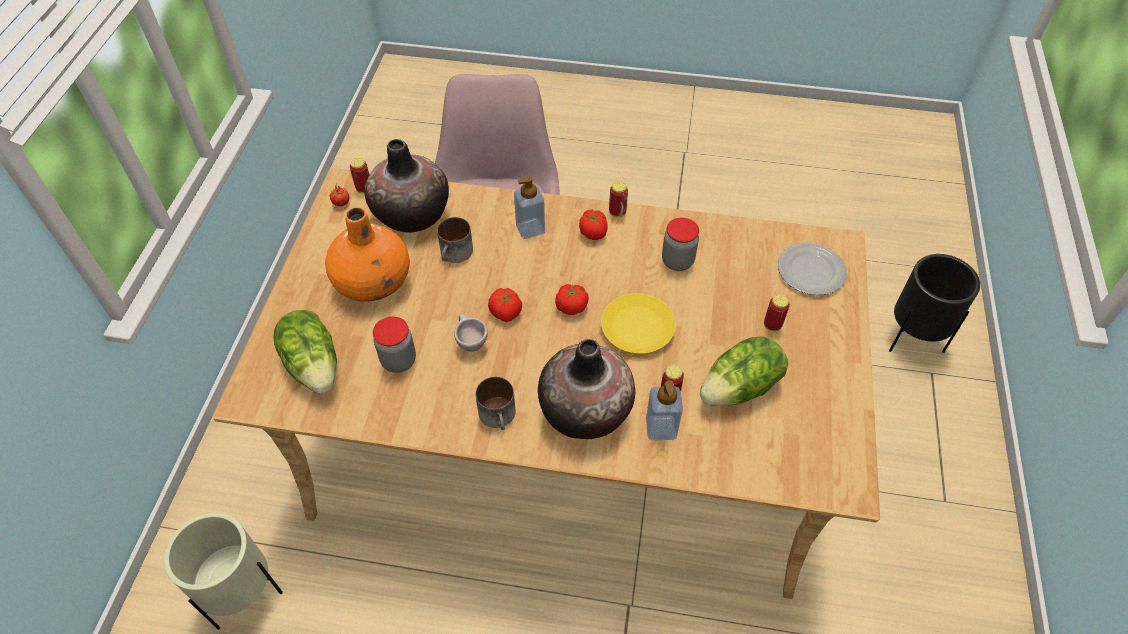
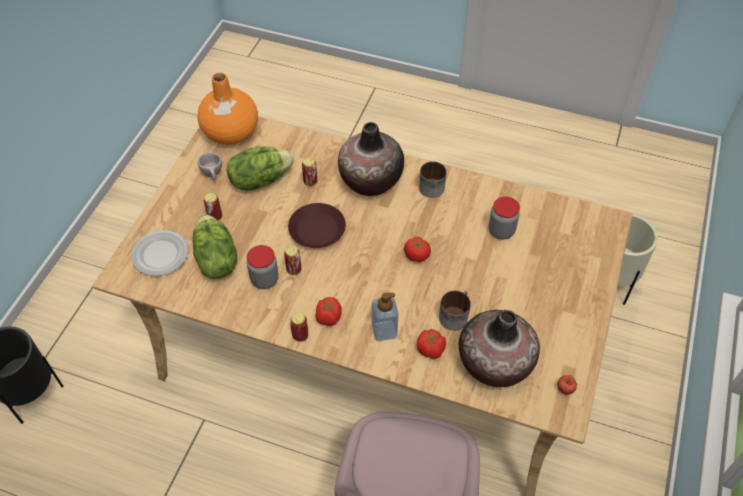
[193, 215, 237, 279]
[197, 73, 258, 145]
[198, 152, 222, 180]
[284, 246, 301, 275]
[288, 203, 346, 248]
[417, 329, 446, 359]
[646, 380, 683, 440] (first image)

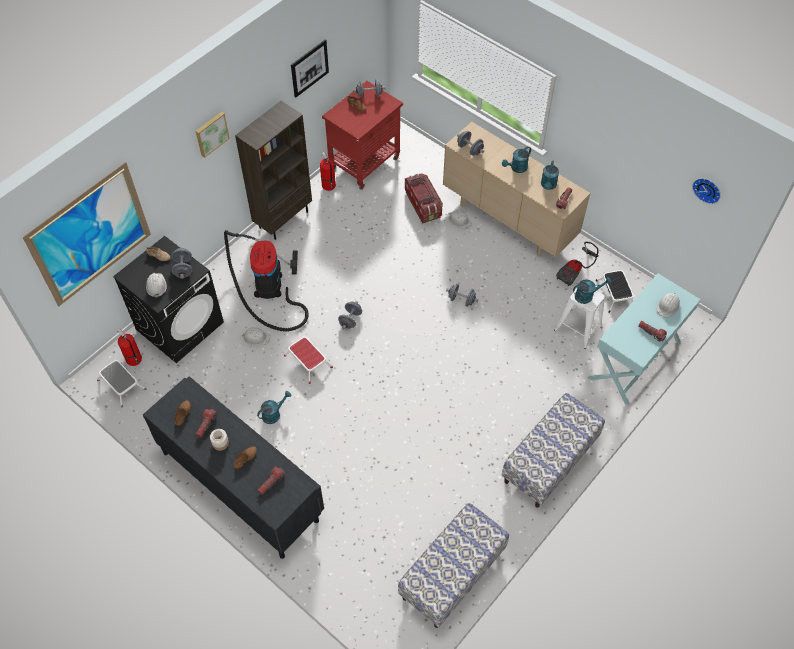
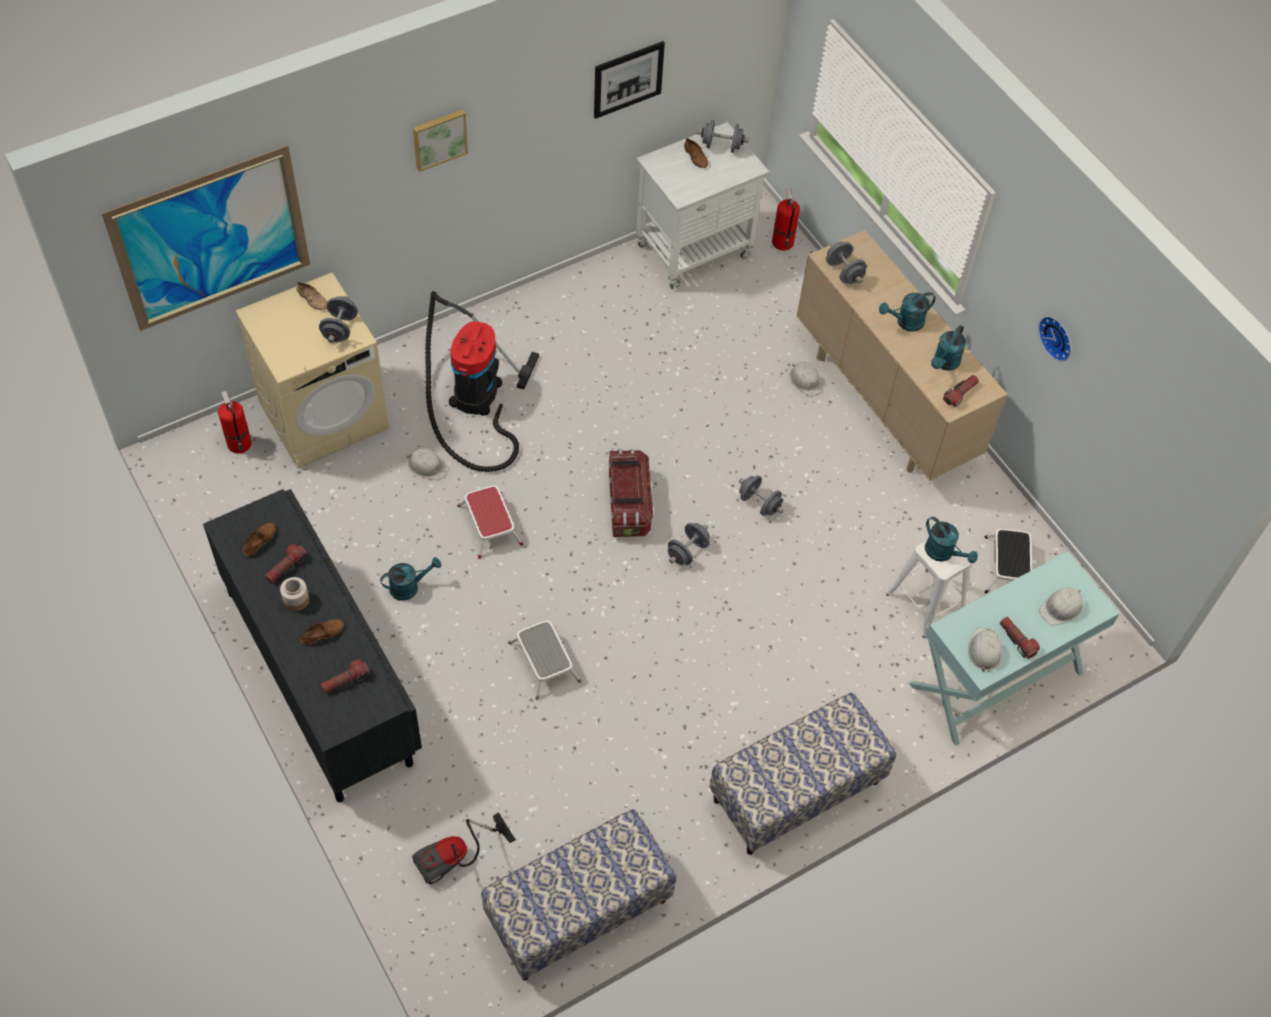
[236, 273, 389, 468]
[412, 812, 516, 885]
[508, 620, 582, 700]
[608, 449, 653, 537]
[636, 122, 769, 290]
[668, 523, 710, 565]
[772, 188, 800, 251]
[925, 517, 978, 563]
[968, 628, 1002, 672]
[1038, 316, 1071, 362]
[235, 101, 312, 240] (first image)

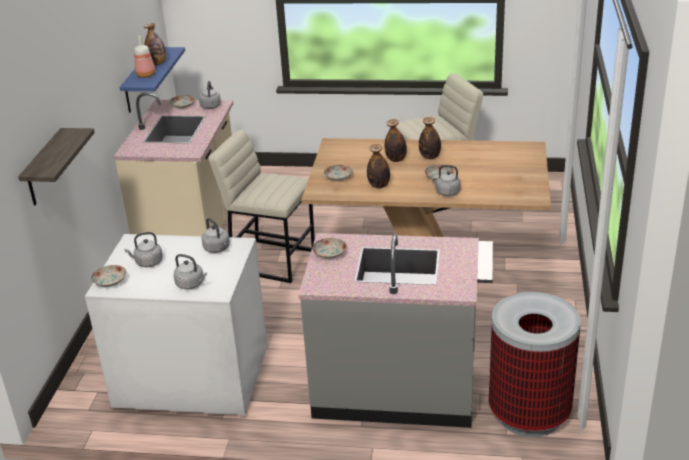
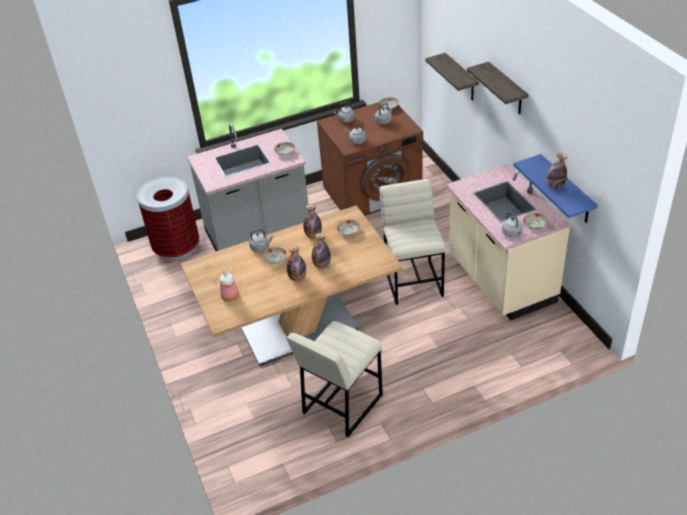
[220, 268, 239, 301]
[317, 102, 423, 216]
[379, 179, 446, 305]
[467, 62, 528, 114]

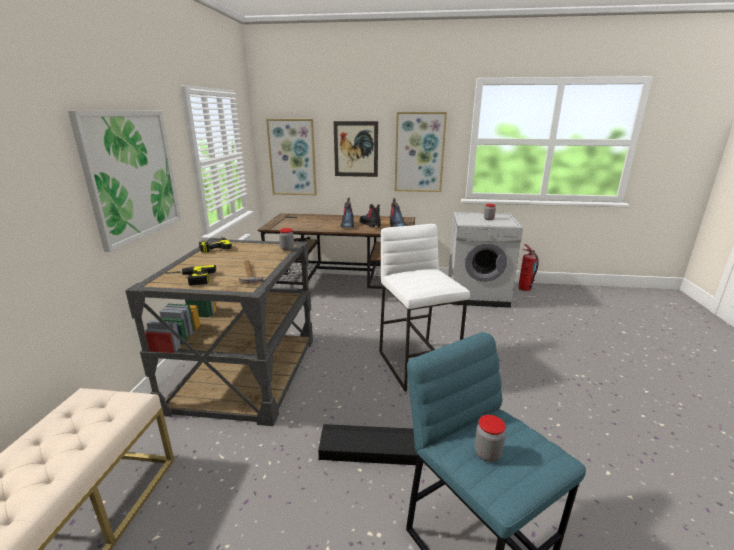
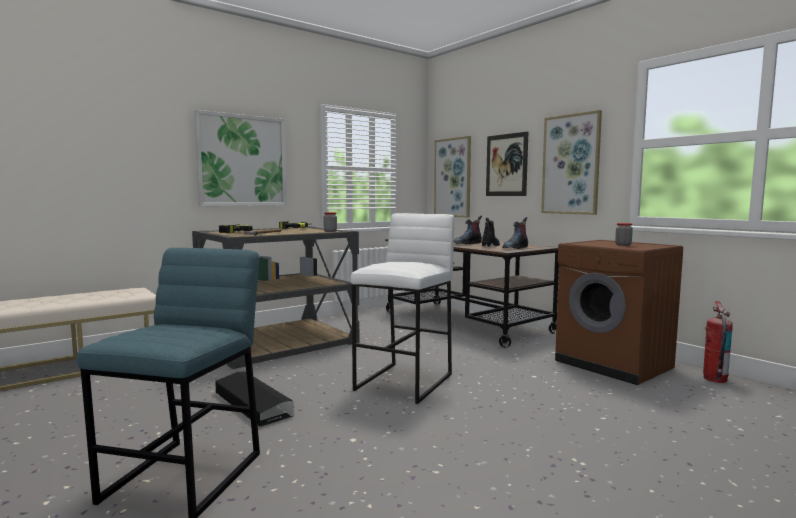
[555, 240, 683, 385]
[474, 415, 506, 462] (first image)

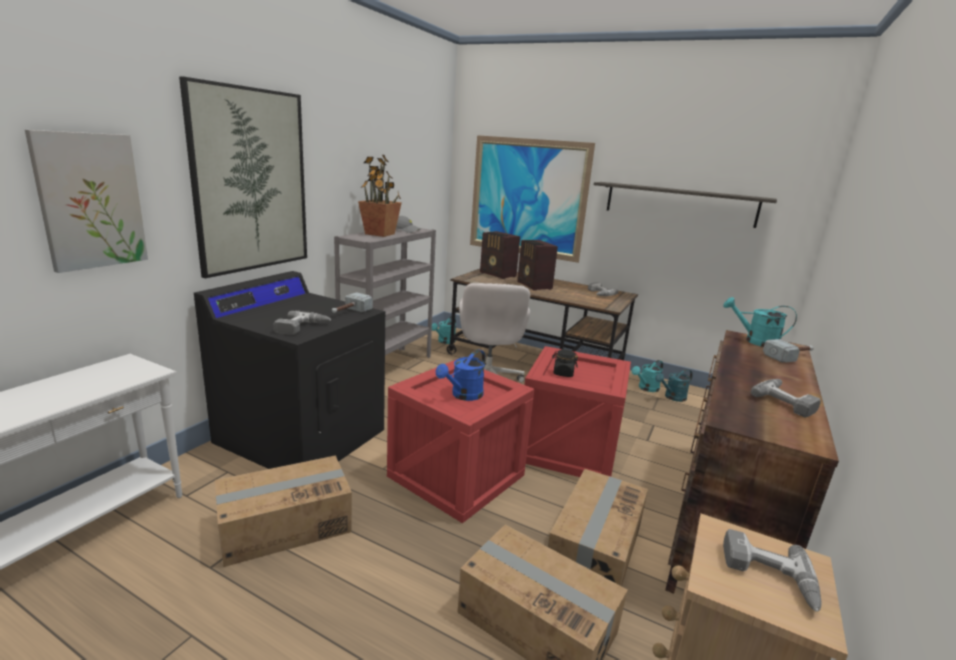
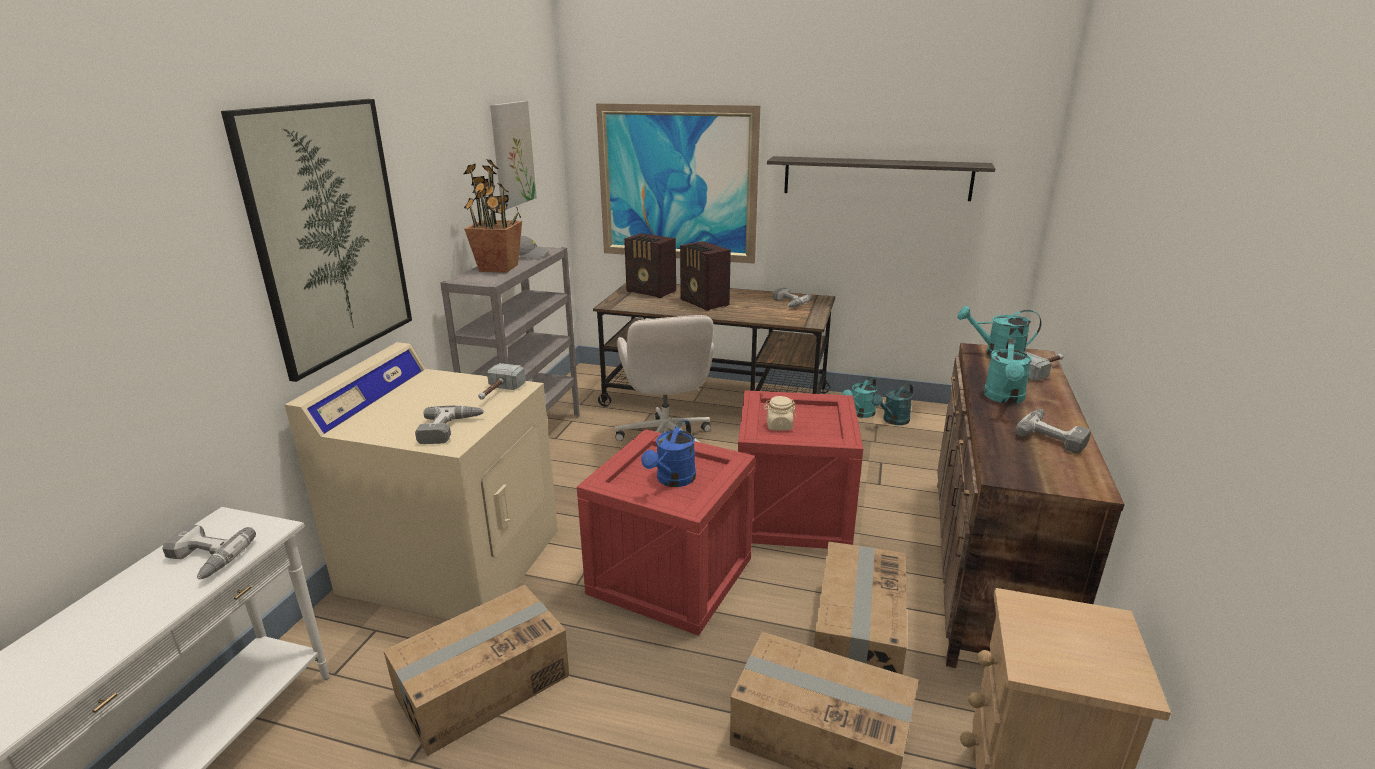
[162, 524, 256, 580]
[285, 342, 558, 619]
[490, 101, 537, 209]
[764, 396, 796, 431]
[984, 338, 1032, 404]

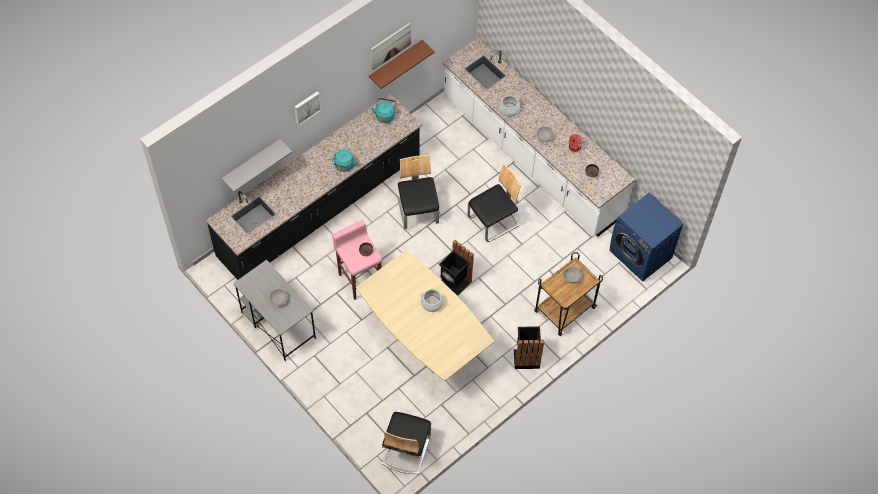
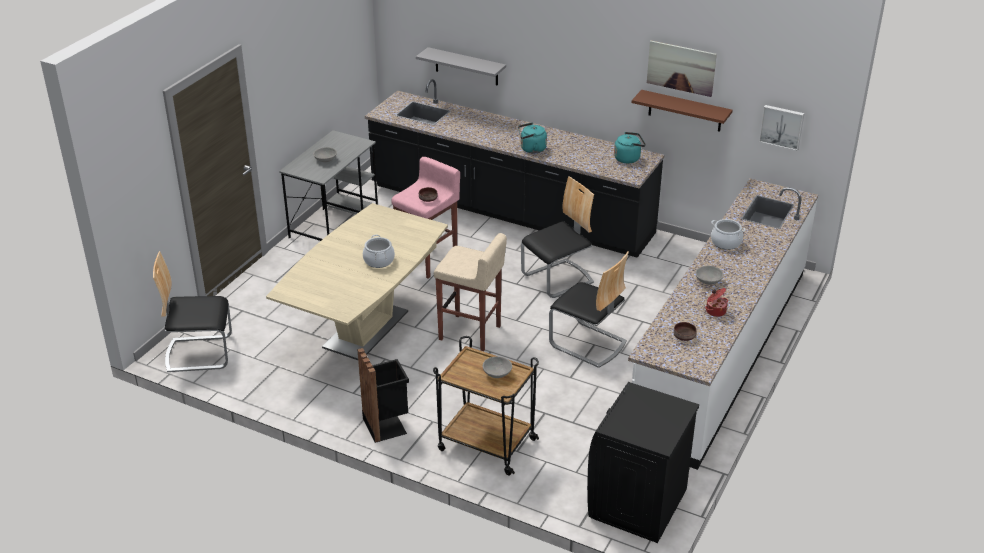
[434, 233, 507, 351]
[587, 382, 699, 543]
[759, 105, 805, 151]

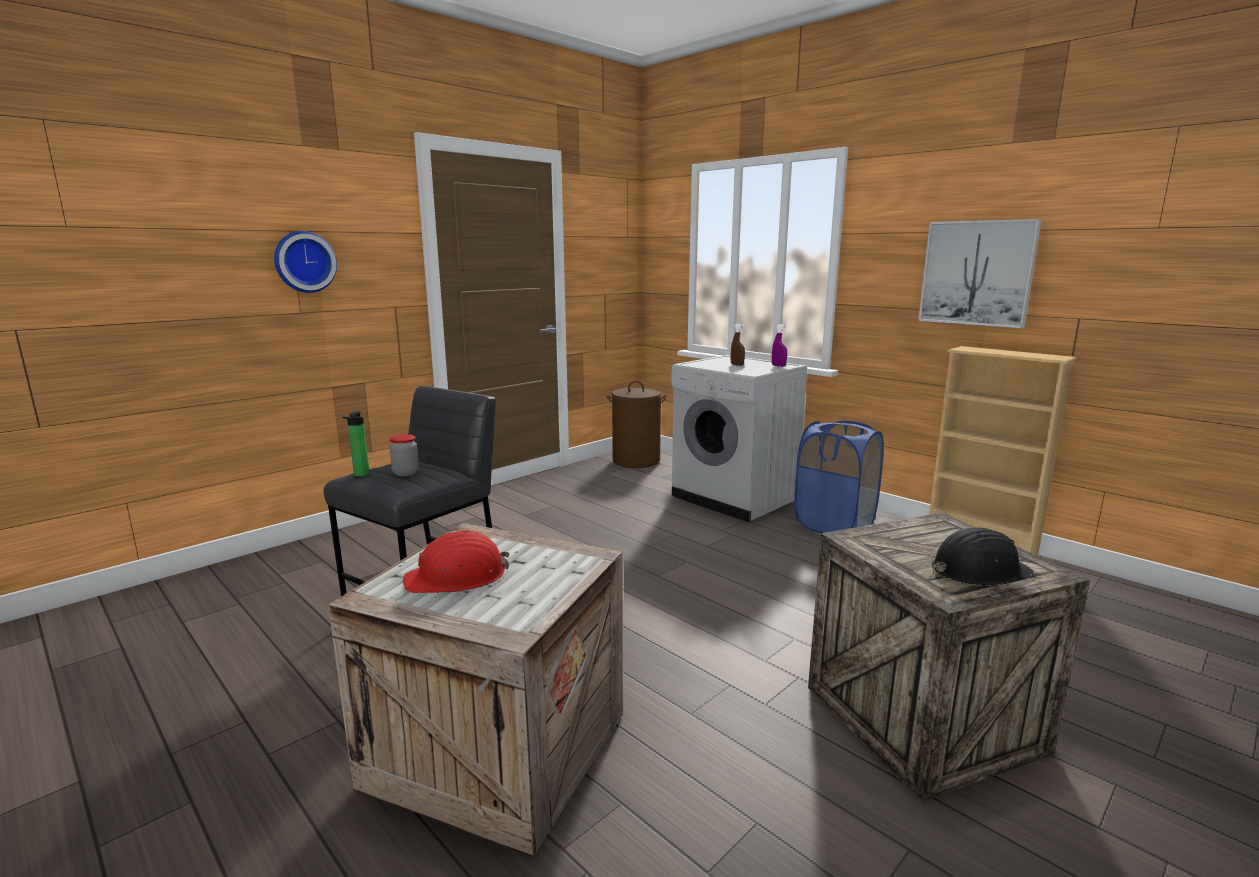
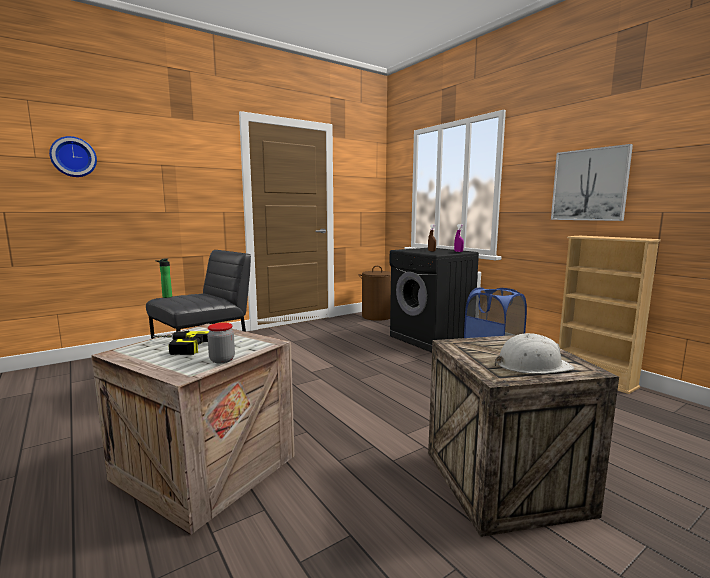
[49, 136, 97, 177]
[152, 331, 209, 355]
[207, 323, 235, 363]
[389, 248, 479, 352]
[495, 333, 574, 374]

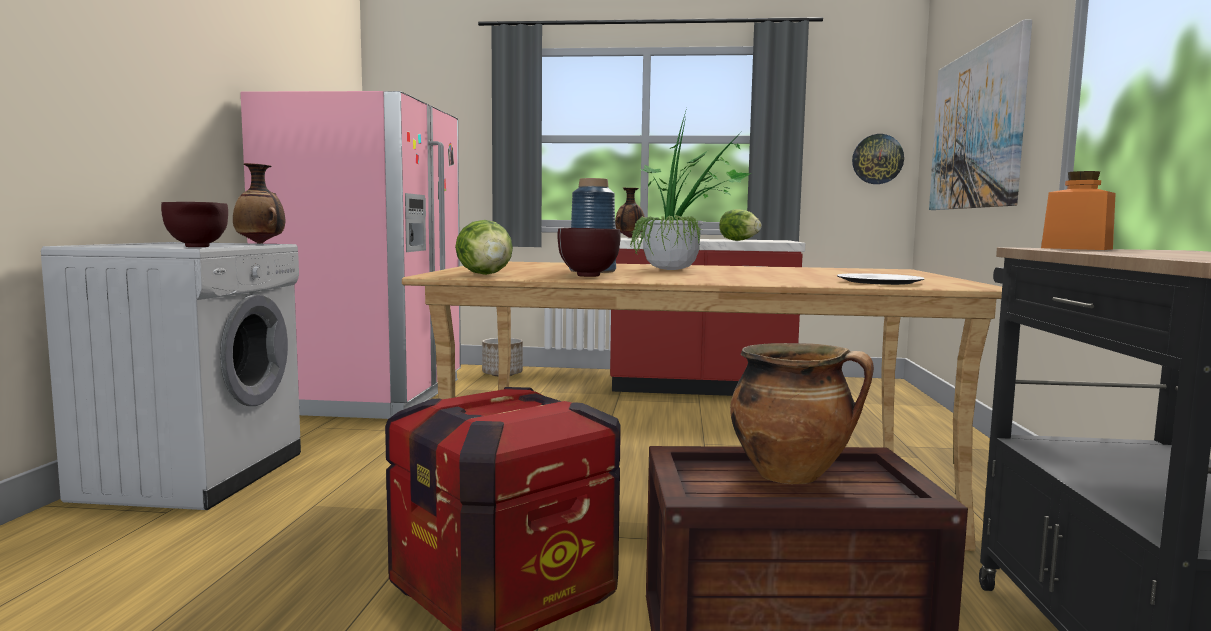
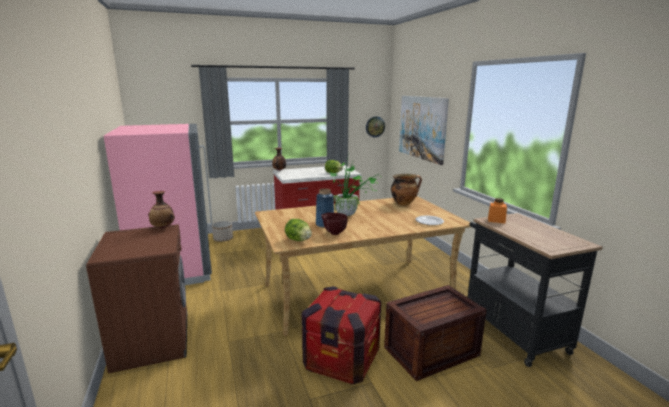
[86, 224, 187, 373]
[391, 174, 422, 205]
[161, 202, 228, 247] (first image)

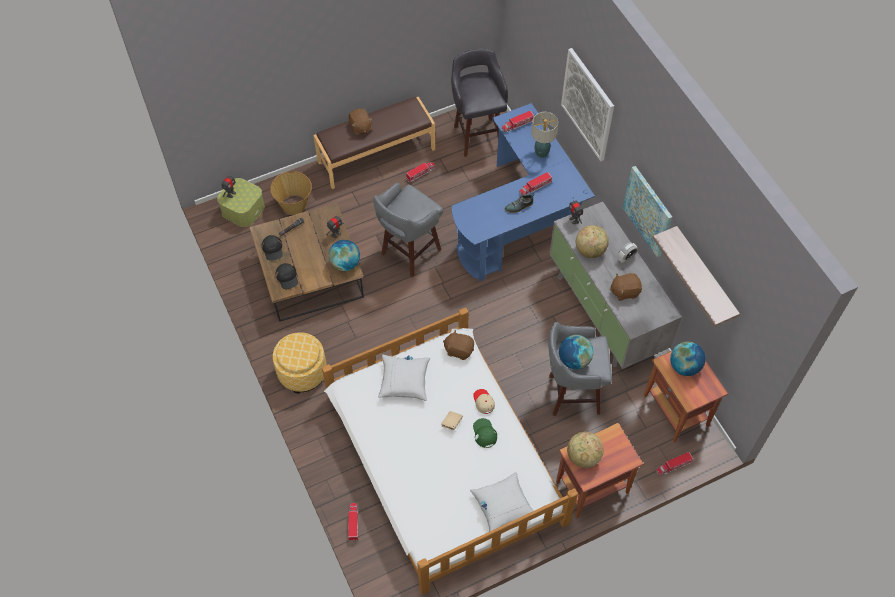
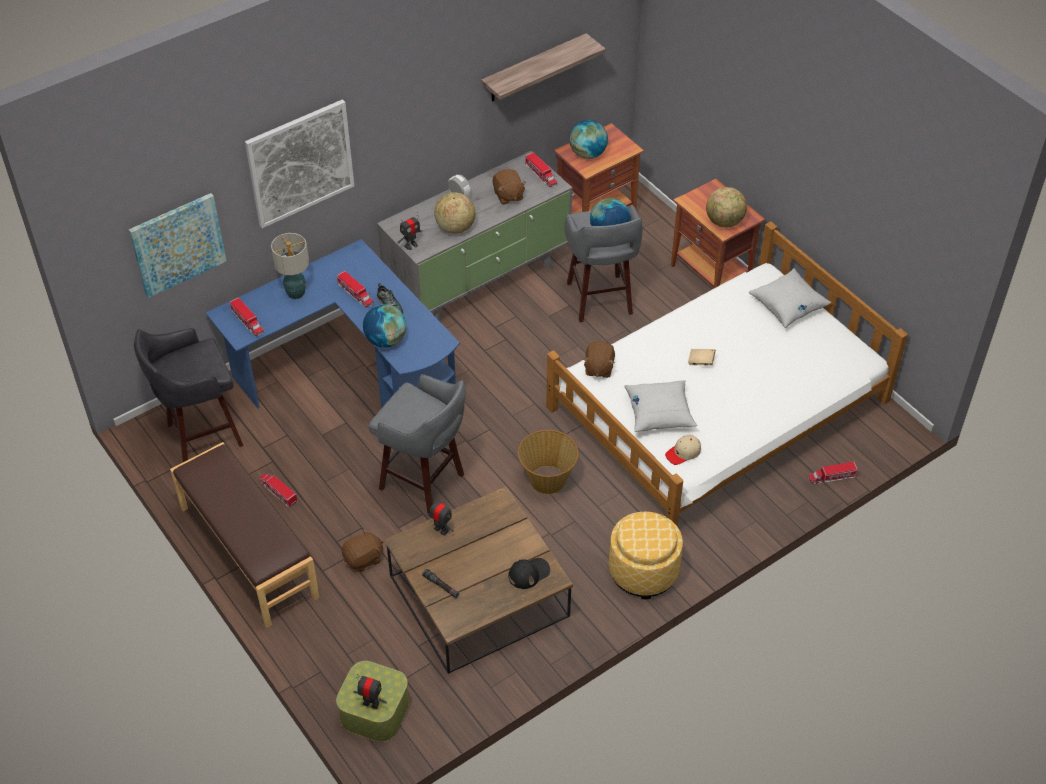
[129, 193, 227, 298]
[342, 529, 383, 572]
[363, 304, 406, 348]
[518, 430, 579, 494]
[525, 152, 557, 187]
[665, 435, 701, 465]
[262, 235, 283, 260] (first image)
[473, 418, 497, 448] (first image)

